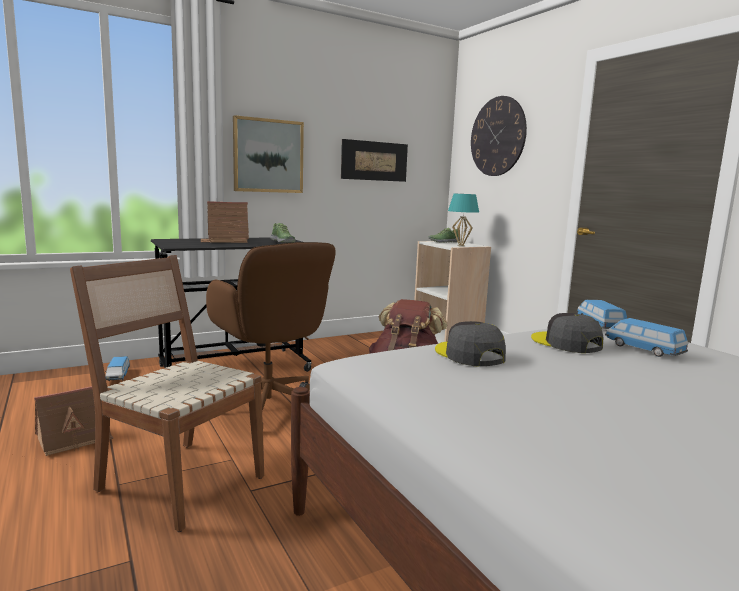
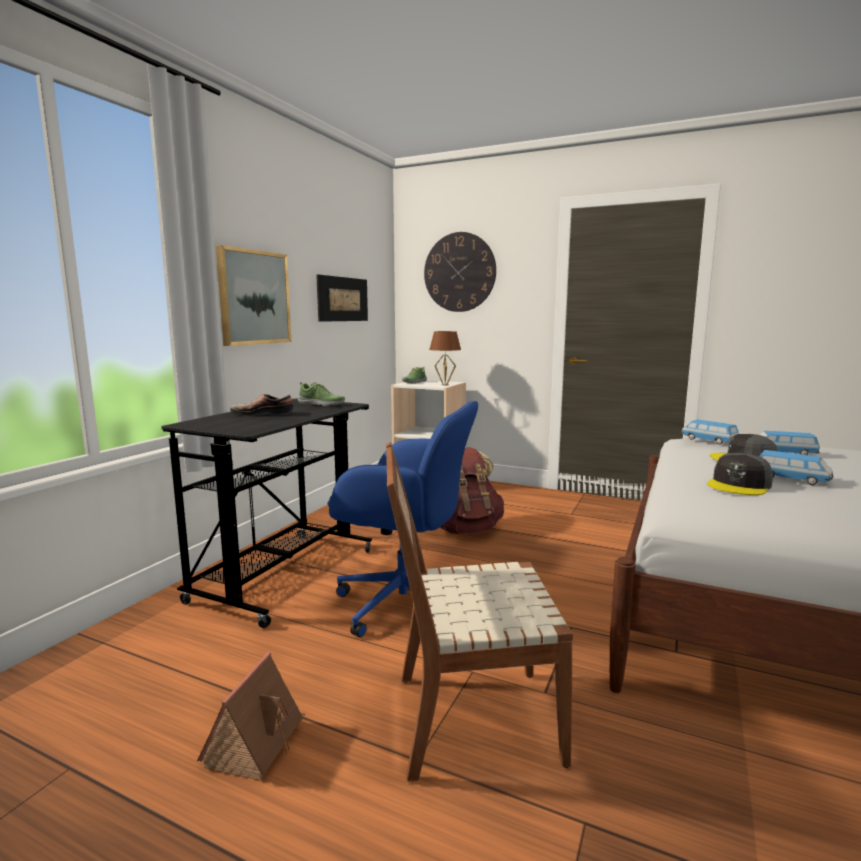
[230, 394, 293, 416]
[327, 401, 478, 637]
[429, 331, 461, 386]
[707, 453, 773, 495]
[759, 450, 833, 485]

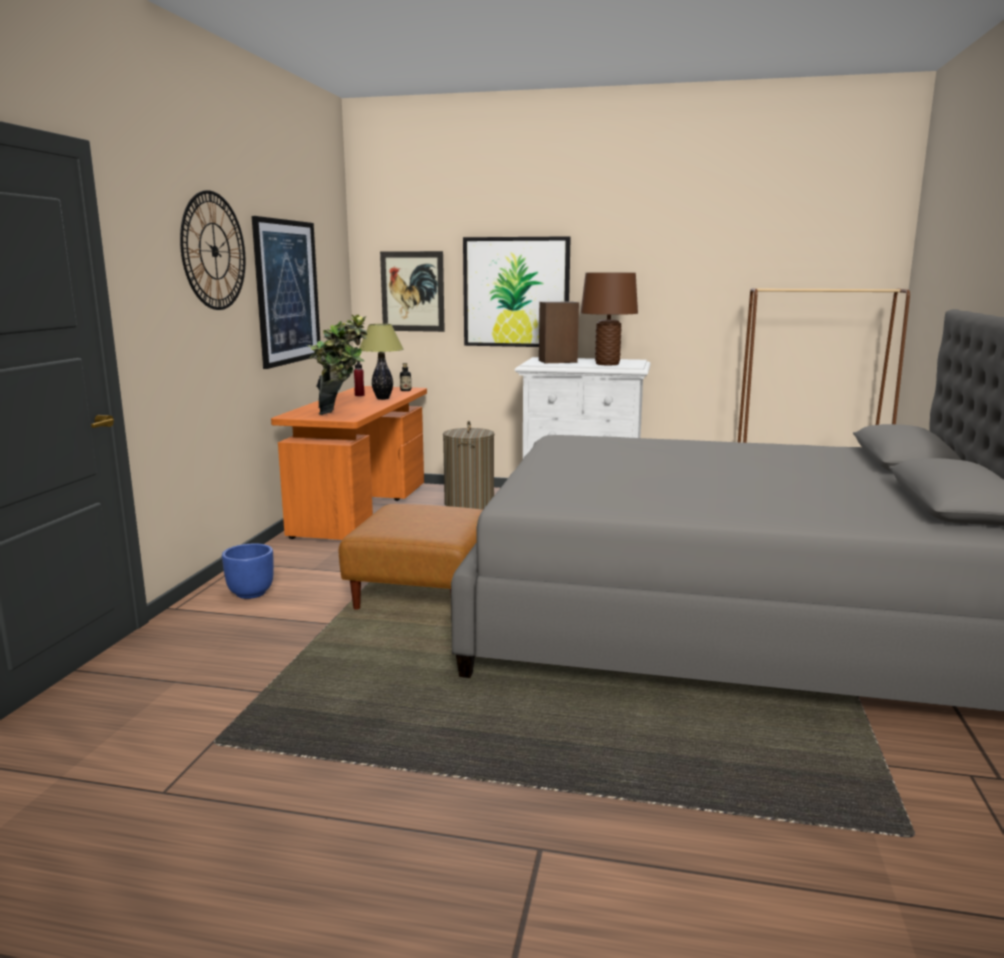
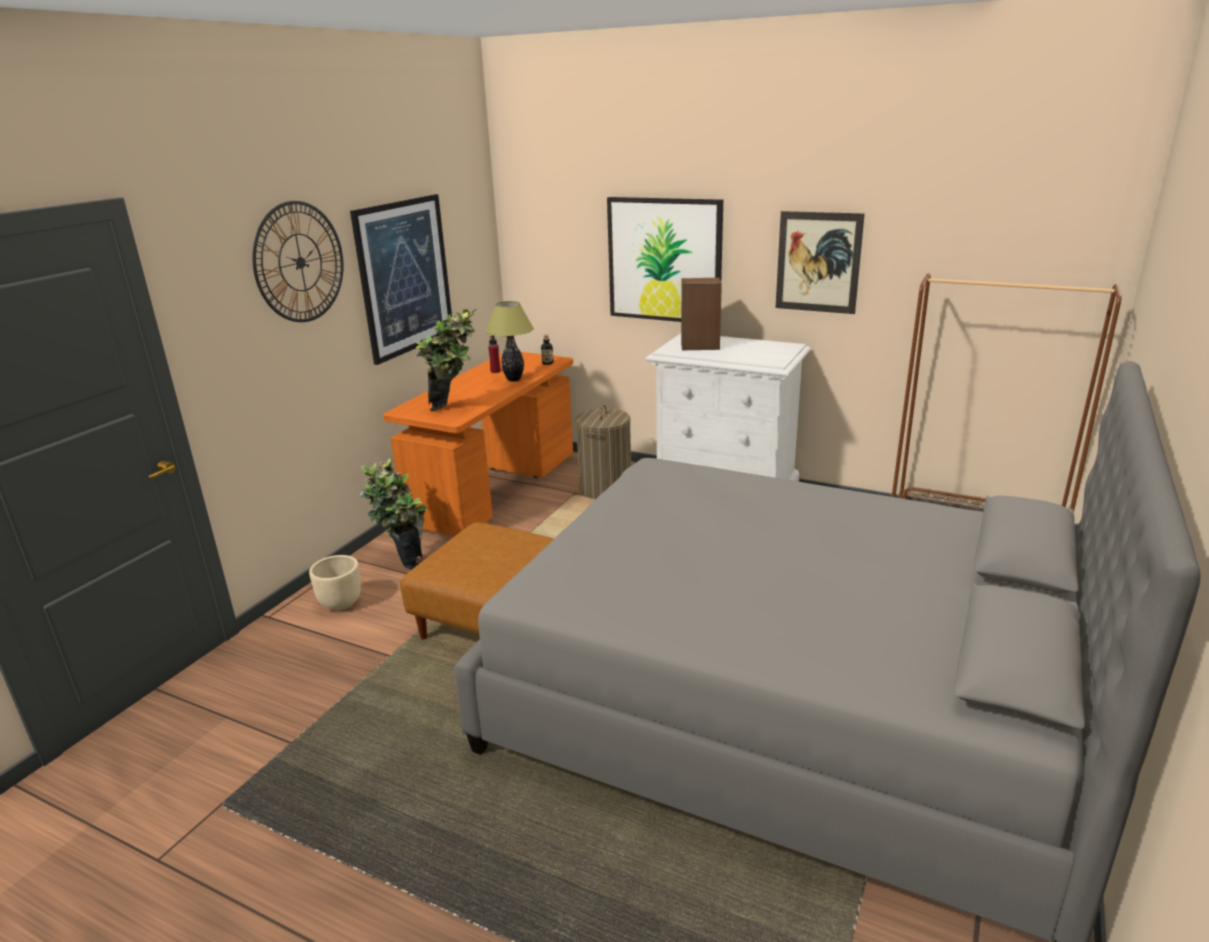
[309, 555, 361, 611]
[359, 458, 427, 570]
[776, 211, 865, 314]
[581, 273, 638, 366] (first image)

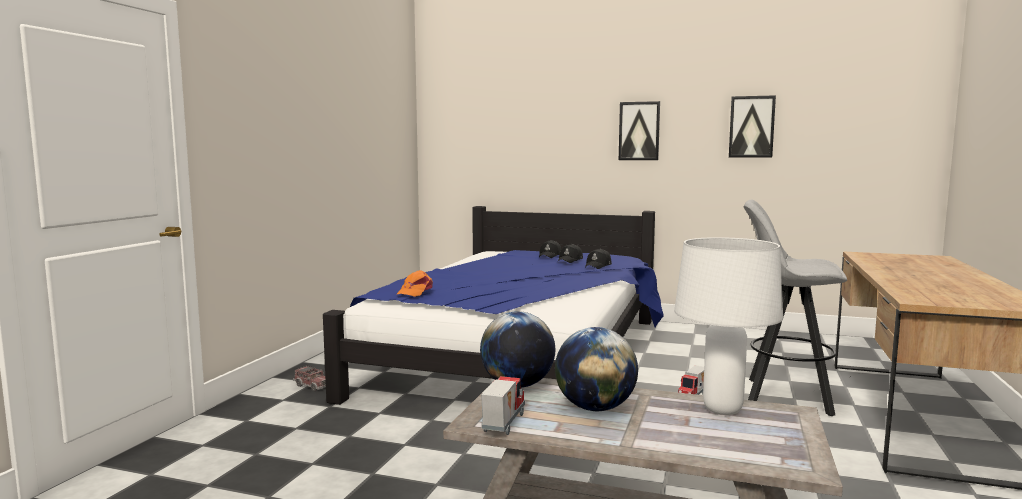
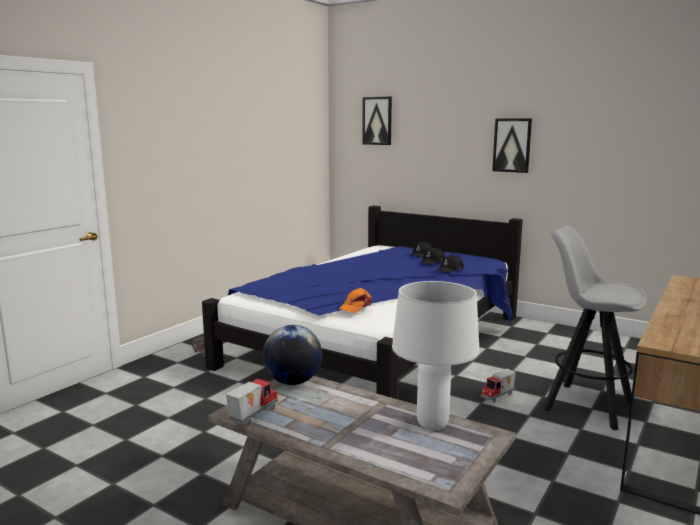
[339, 288, 372, 313]
[362, 97, 392, 145]
[555, 327, 638, 411] (first image)

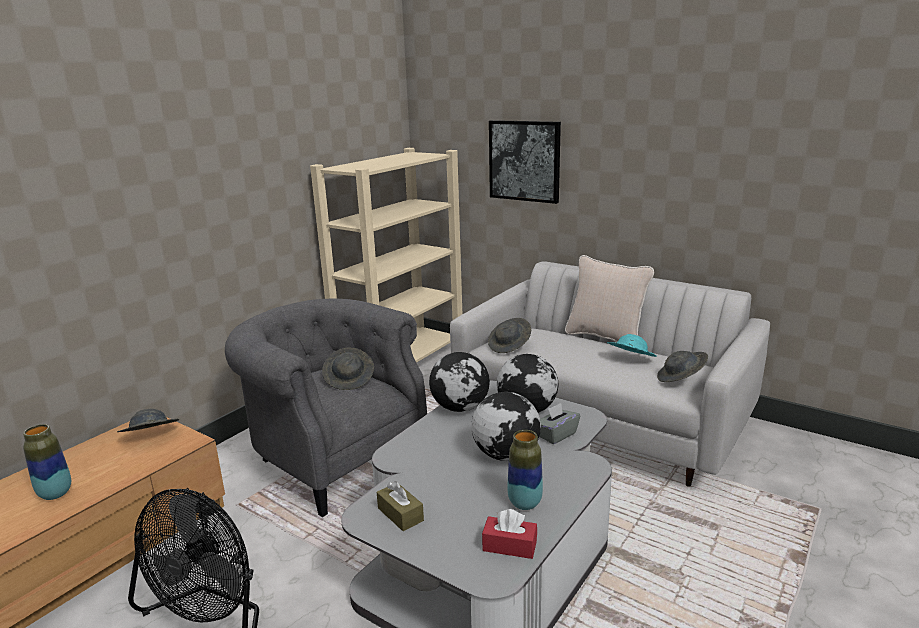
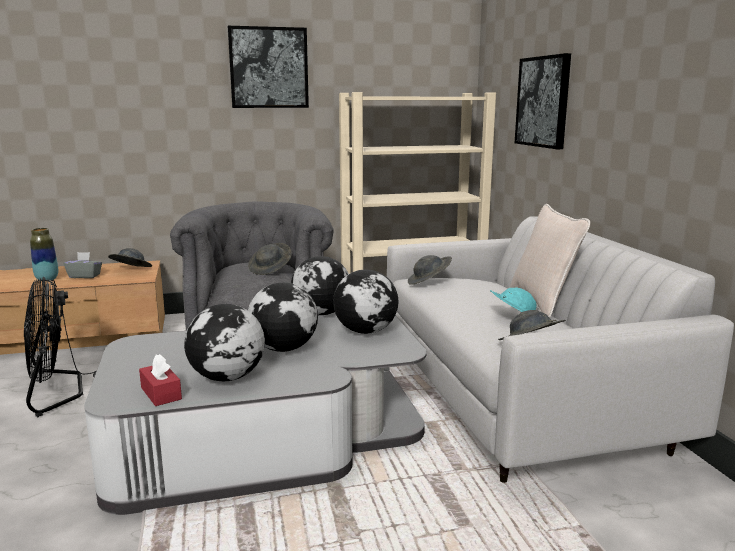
[64, 252, 102, 278]
[184, 304, 265, 381]
[228, 26, 309, 108]
[377, 481, 424, 531] (first image)

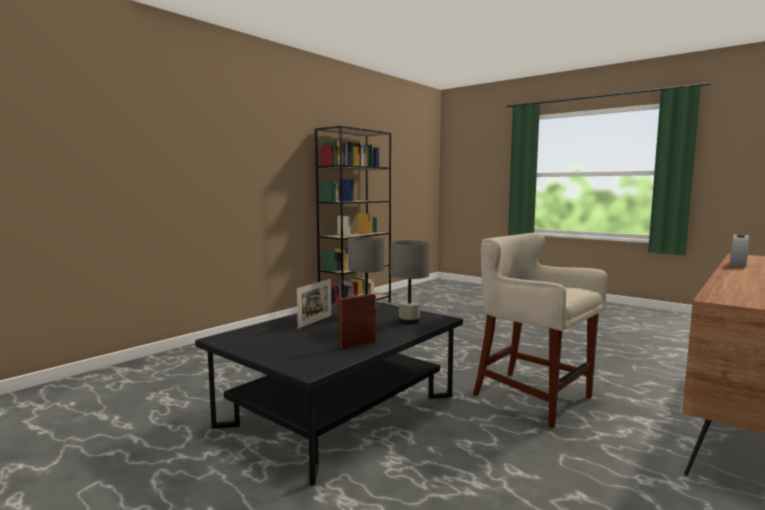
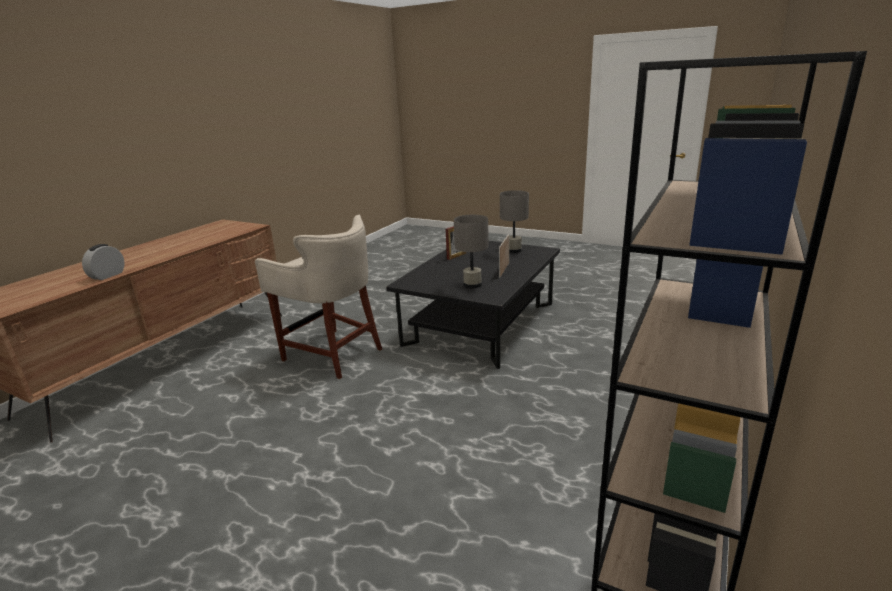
[500, 190, 529, 253]

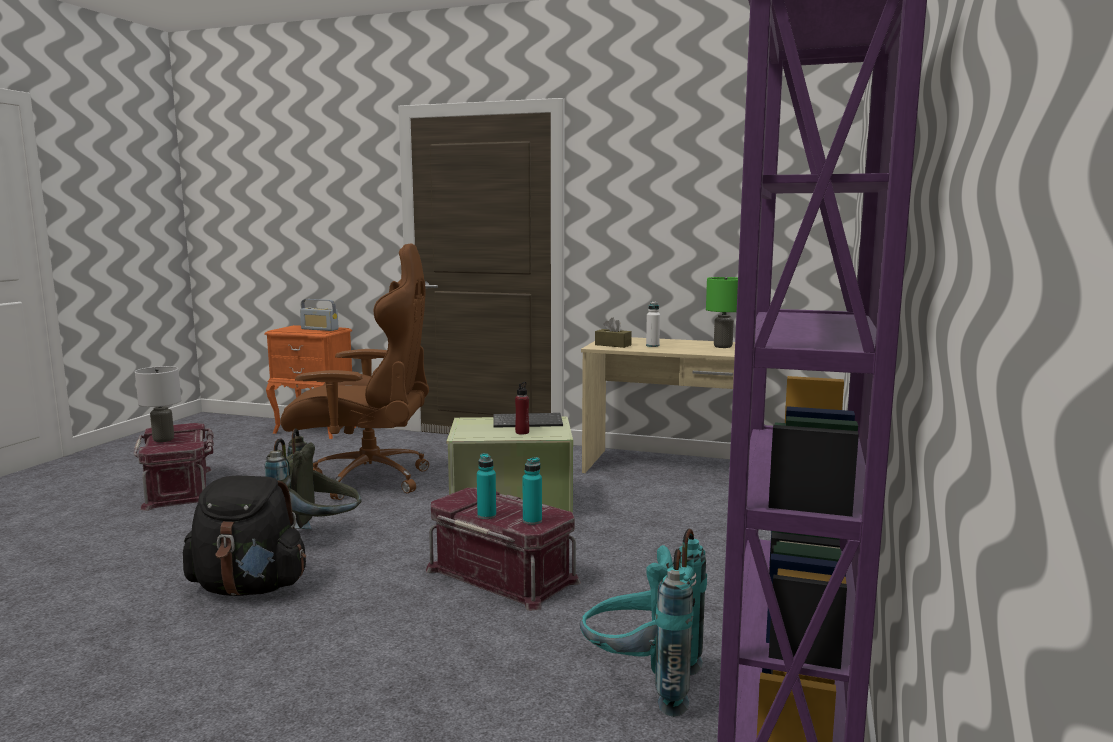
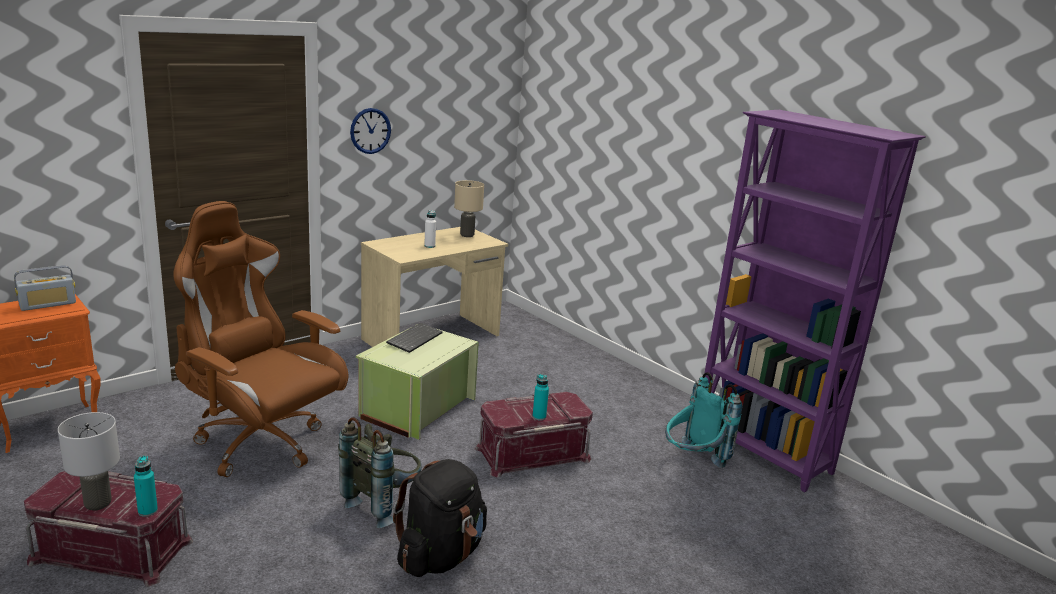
[134, 456, 158, 517]
[173, 201, 349, 477]
[350, 108, 391, 154]
[454, 180, 484, 237]
[515, 382, 529, 434] (first image)
[595, 318, 632, 348] (first image)

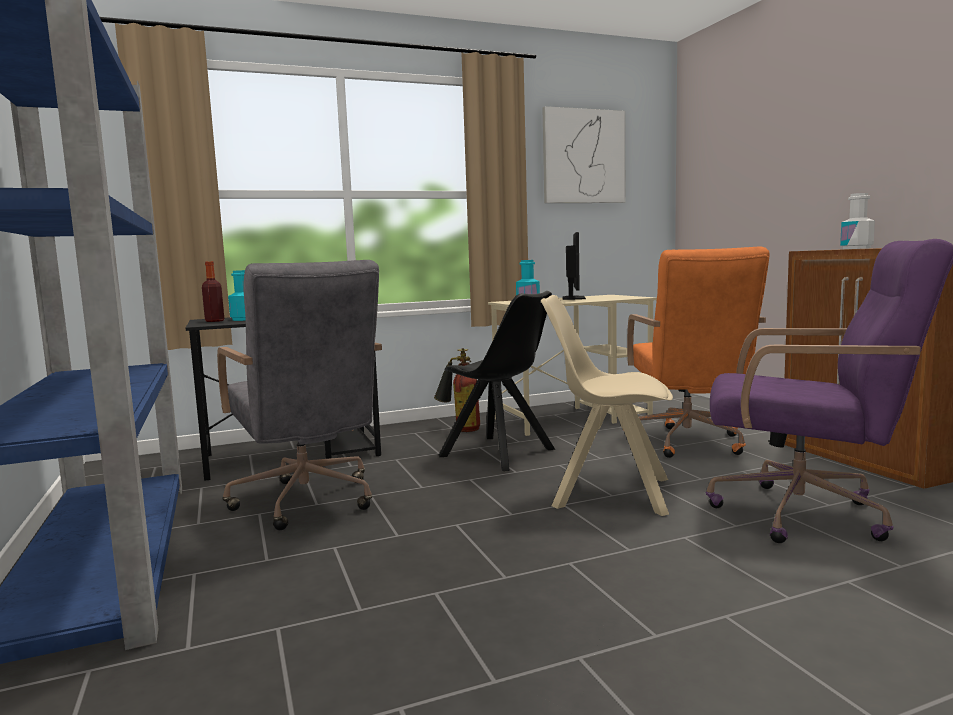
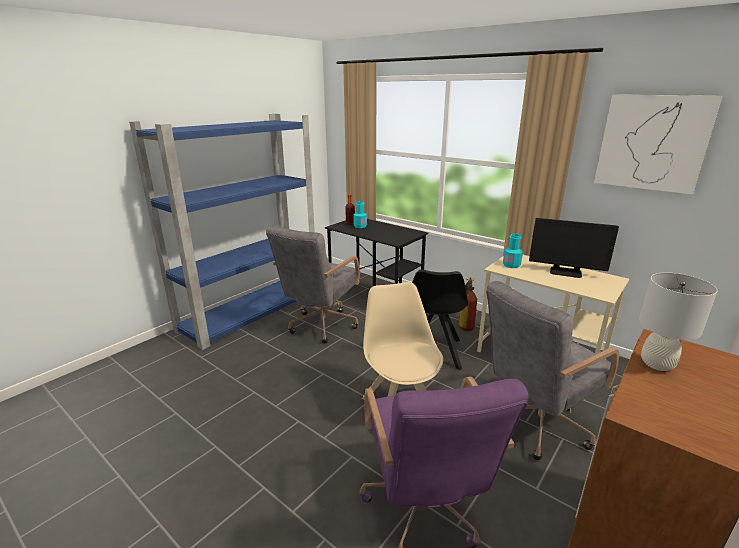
[486, 281, 619, 460]
[529, 218, 619, 278]
[639, 273, 718, 371]

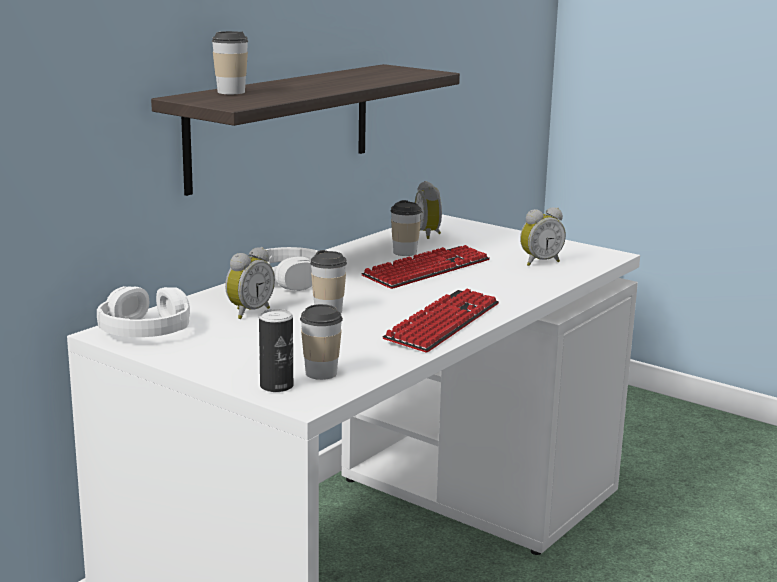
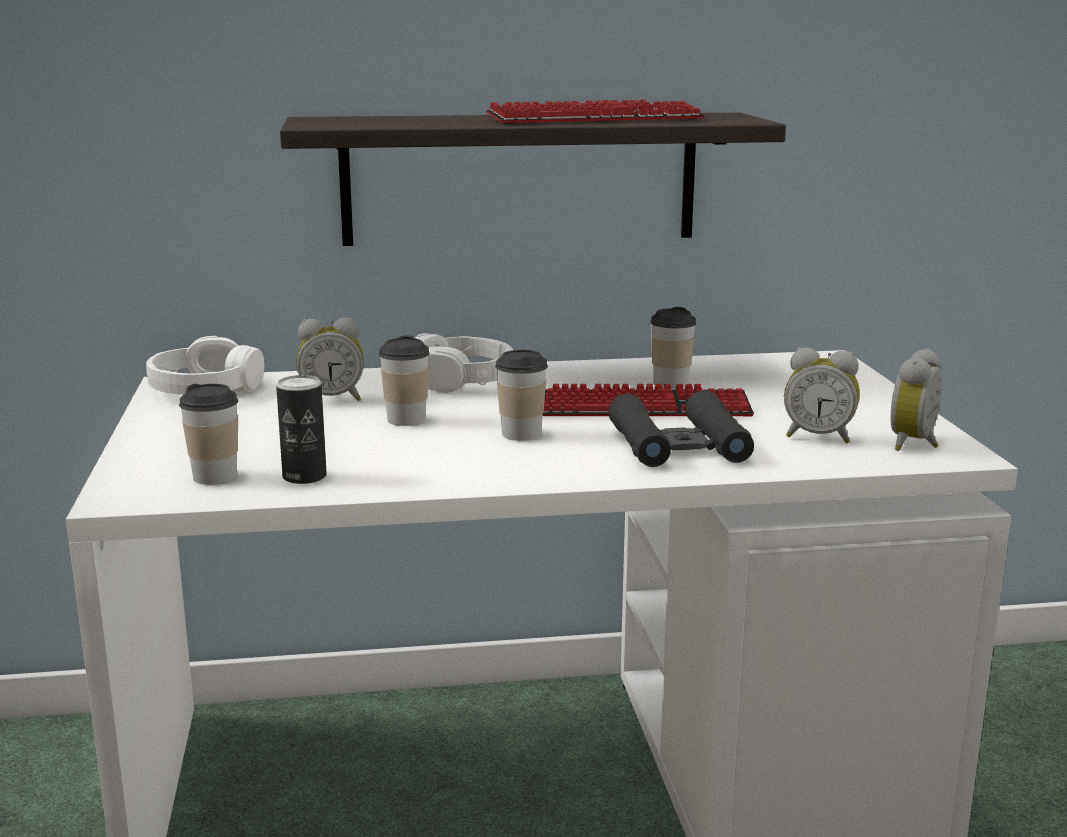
[276, 375, 327, 484]
[486, 99, 705, 124]
[495, 350, 548, 441]
[608, 390, 754, 467]
[890, 348, 942, 451]

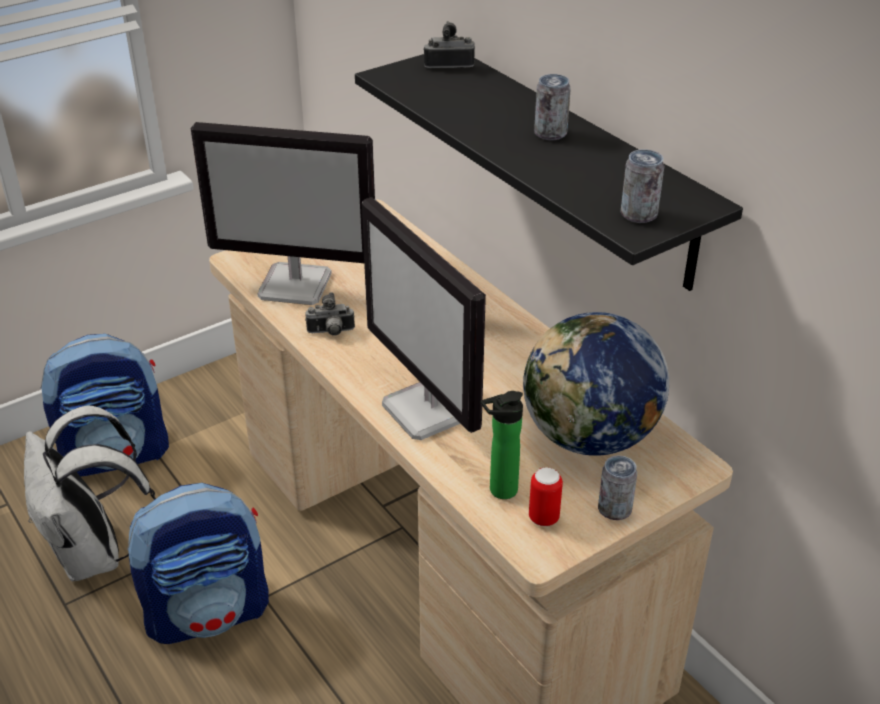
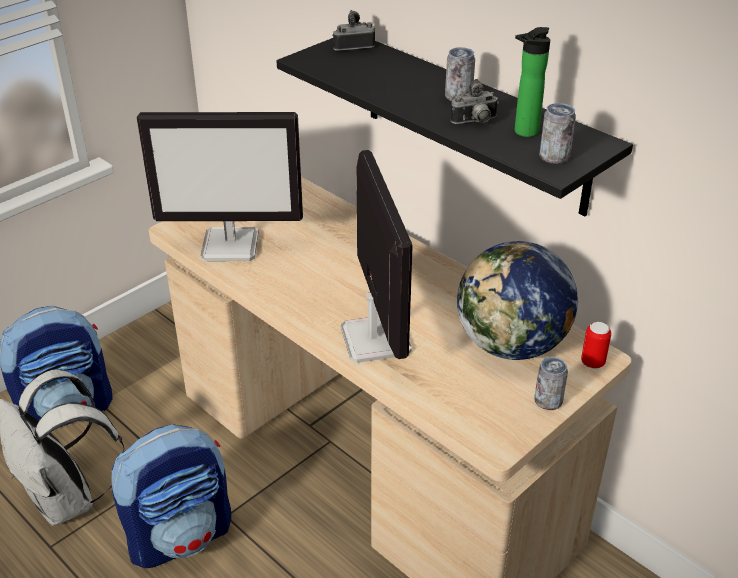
[341, 150, 413, 363]
[451, 79, 498, 124]
[515, 27, 550, 137]
[581, 322, 611, 369]

